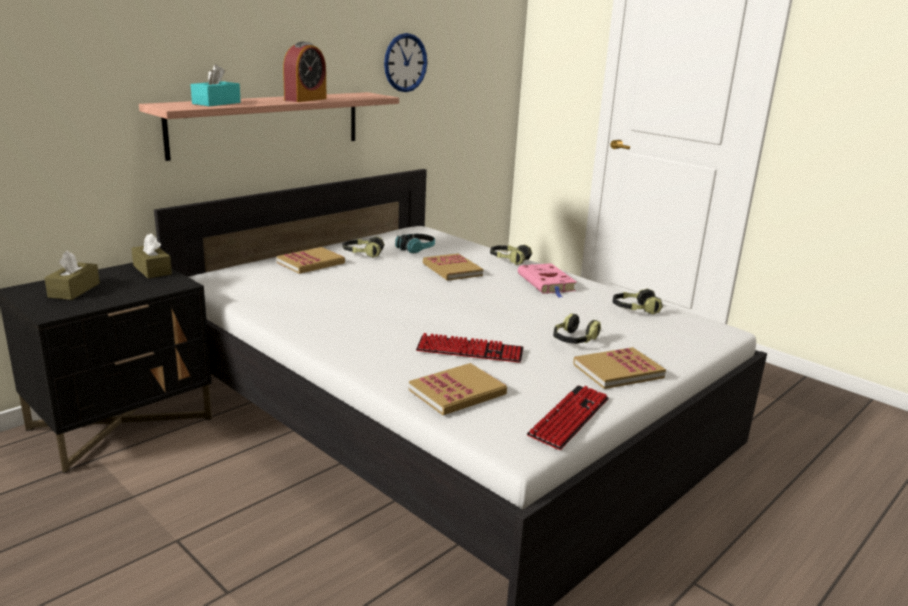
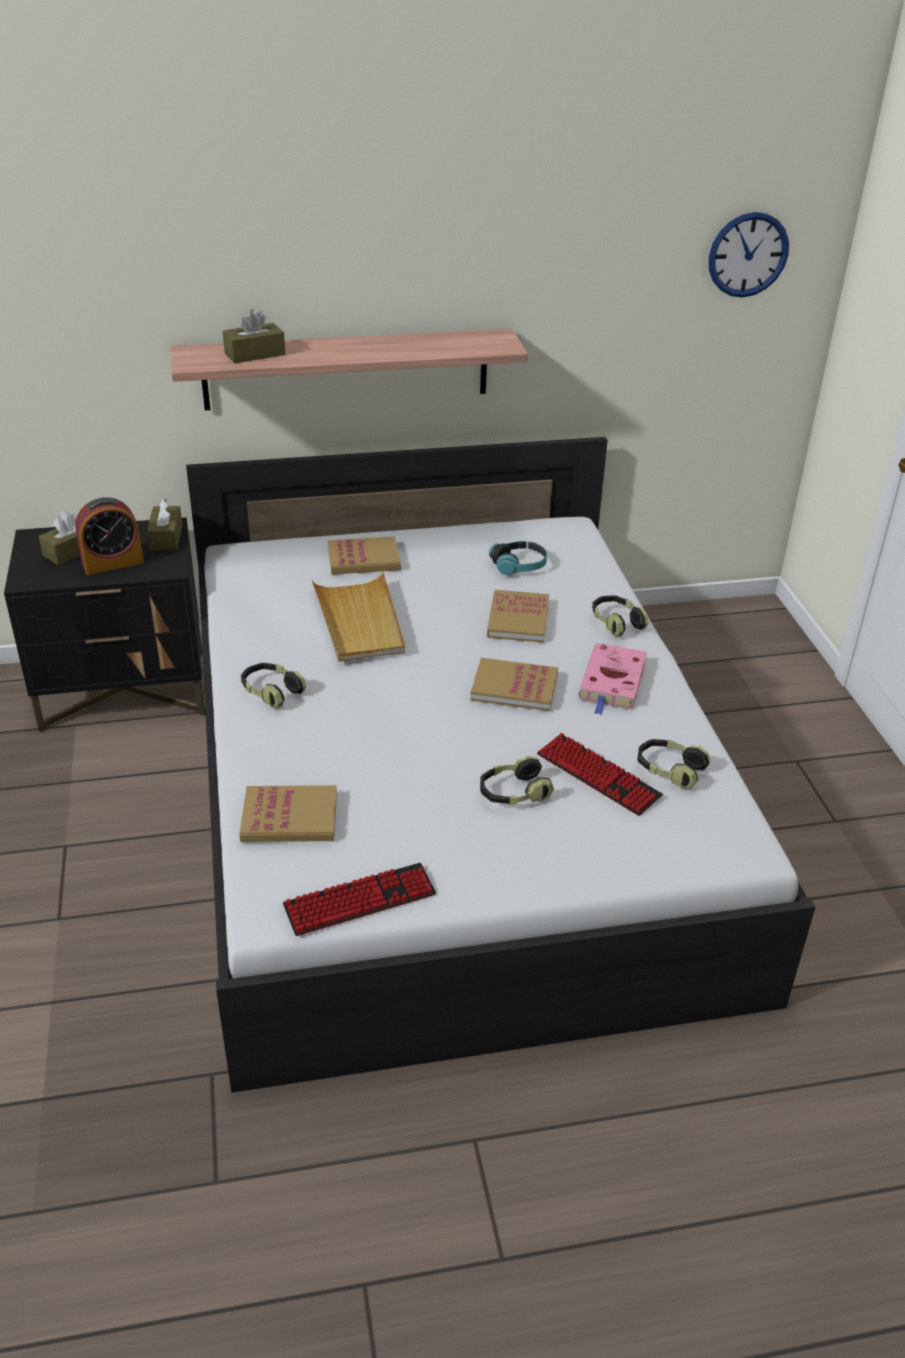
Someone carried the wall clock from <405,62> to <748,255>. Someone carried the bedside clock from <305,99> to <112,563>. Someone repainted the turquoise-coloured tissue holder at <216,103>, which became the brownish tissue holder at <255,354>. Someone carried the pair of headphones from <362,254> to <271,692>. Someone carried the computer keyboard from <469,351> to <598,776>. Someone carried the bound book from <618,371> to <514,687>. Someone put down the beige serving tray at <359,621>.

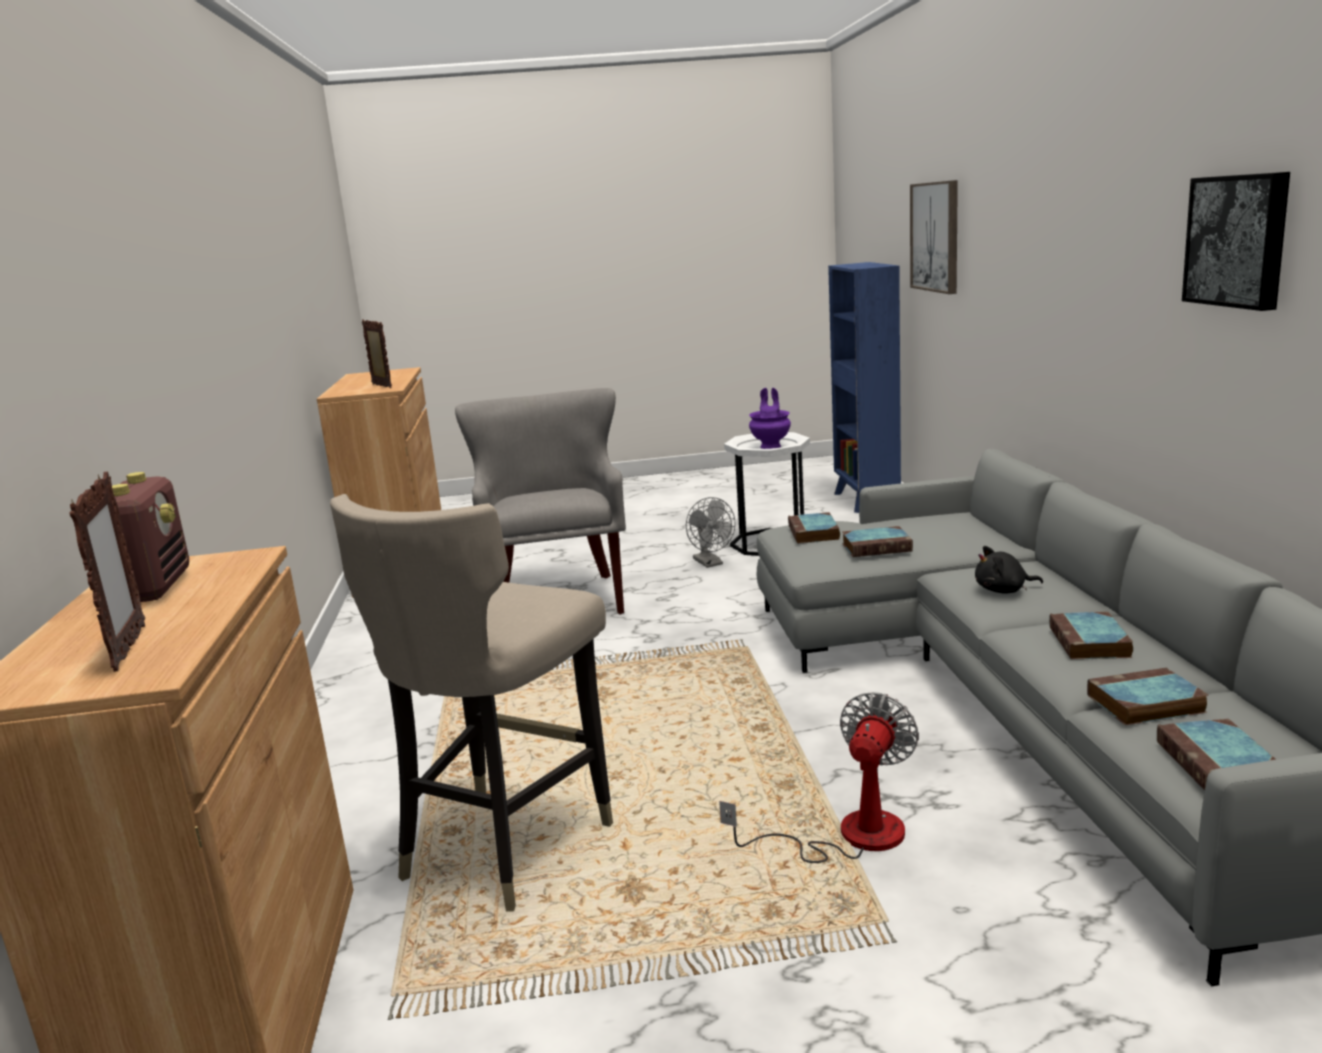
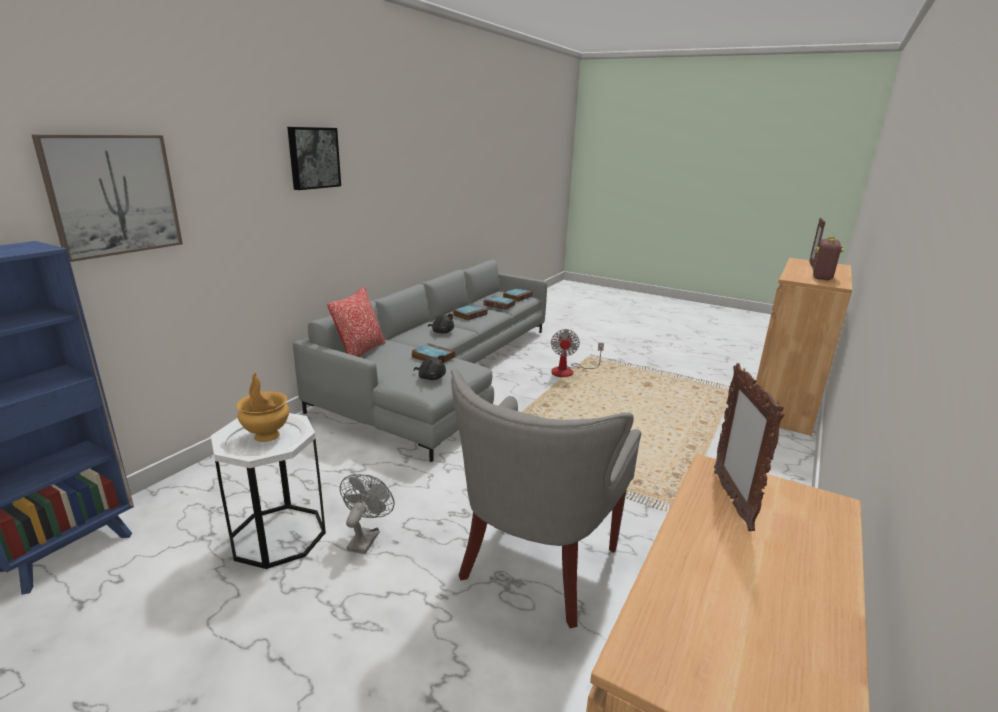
Someone carried the wall picture from <1239,240> to <313,158>. Someone repainted the purplish vase at <771,446>, which became the brownish vase at <266,435>. Someone took away the beige sitting stool at <504,845>. Someone swapped the bound book at <814,533> for the black-coloured plush toy at <431,377>. Someone rotated the cooling fan at <848,836> by 60 degrees counterclockwise. Someone put down the cushion at <360,352>.

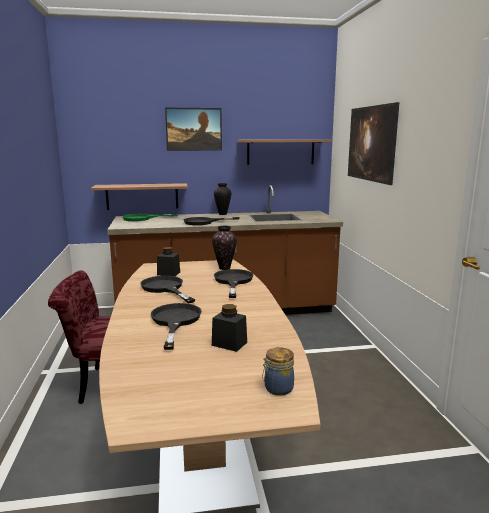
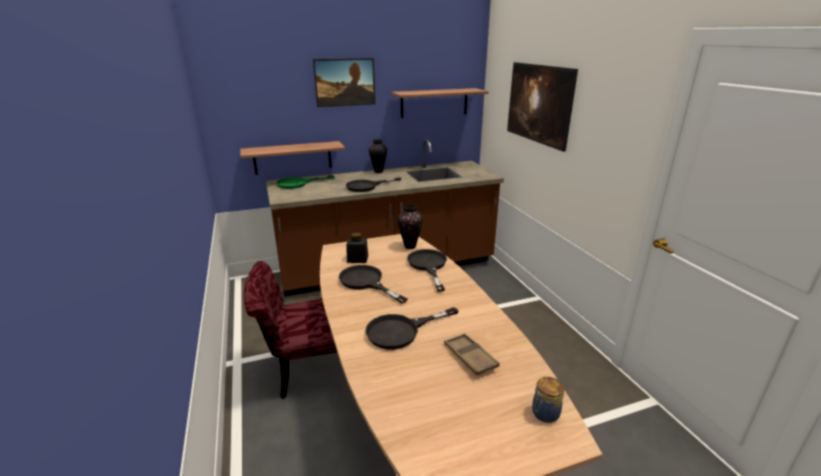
Someone rotated the black-coloured pan at <175,321> by 105 degrees counterclockwise. Someone swapped the black-coloured preserve jar at <229,344> for the brownish serving tray at <470,357>.

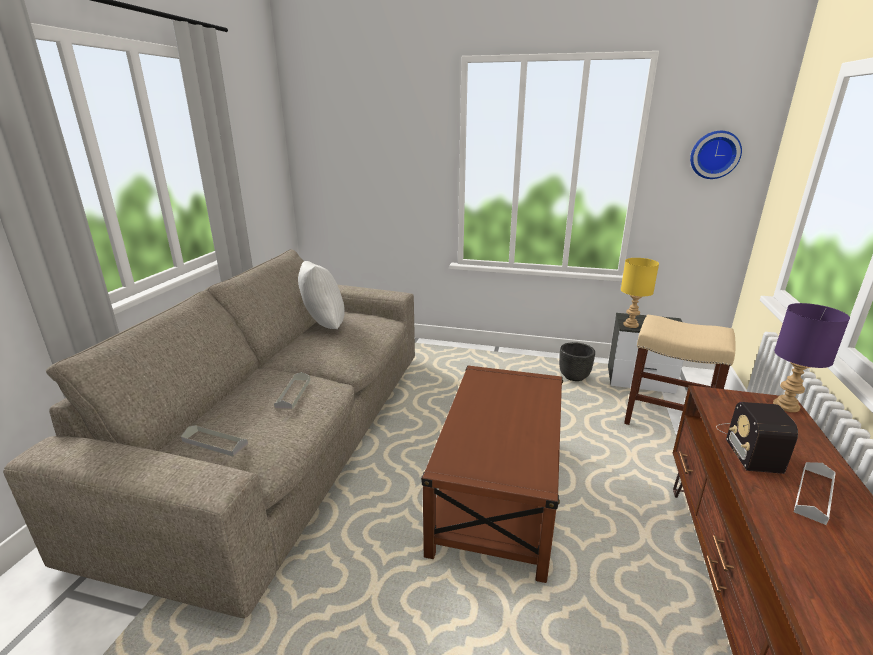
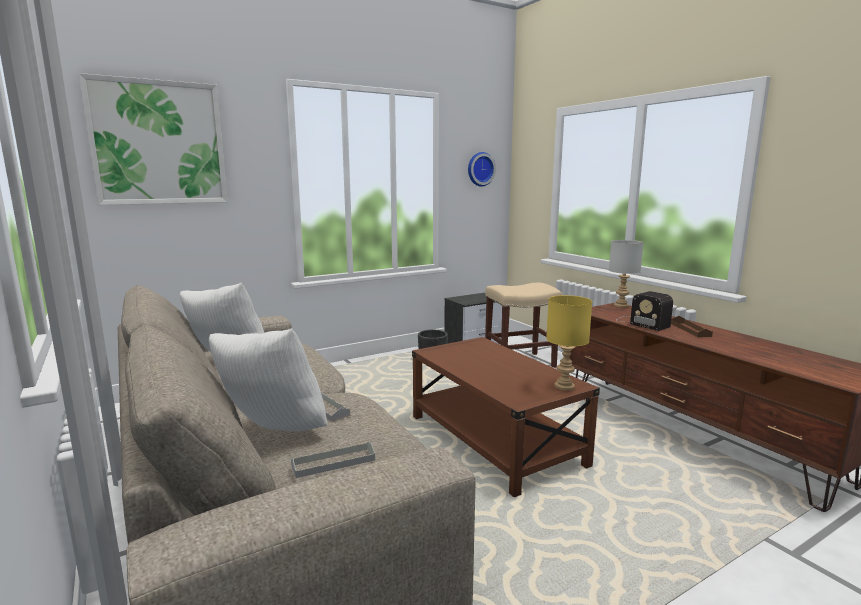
Someone carried the yellow tabletop lamp from <630,325> to <563,386>. Someone repainted the purplish tabletop lamp at <787,406>, which became the grey tabletop lamp at <621,305>. Someone repainted the whitish serving tray at <814,494>, which became the brownish serving tray at <690,329>. Someone put up the wall picture at <158,143>. Someone put down the whitish cushion at <272,433>.

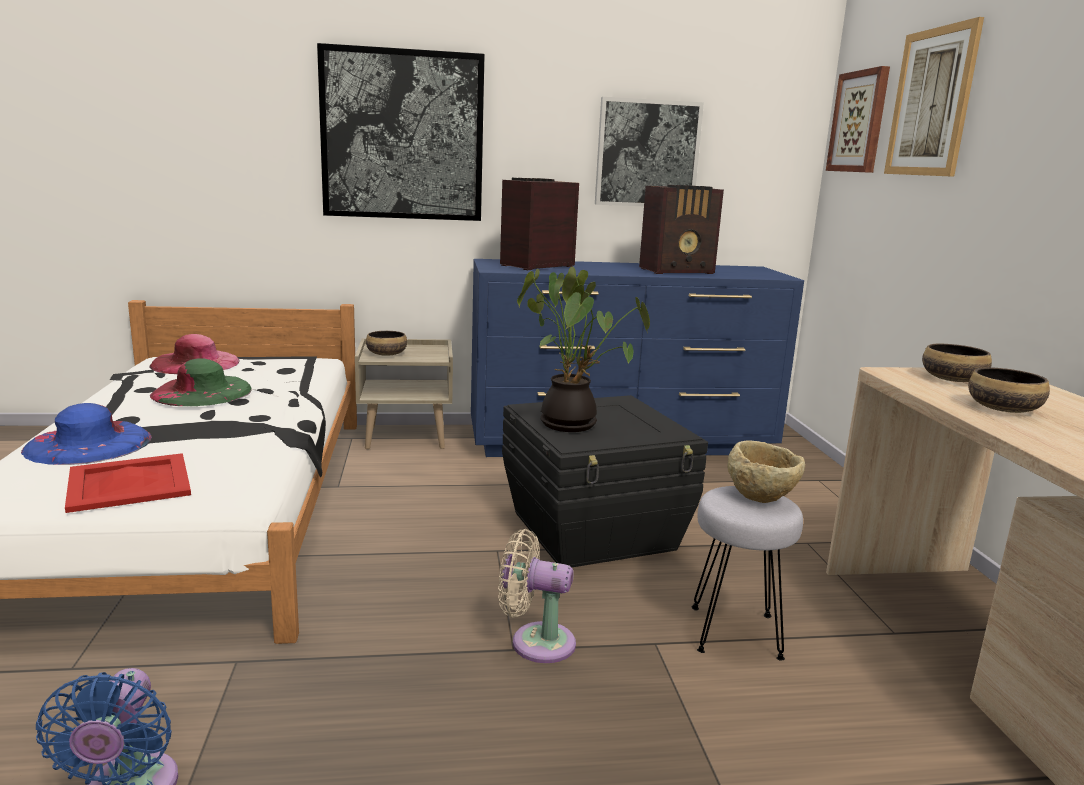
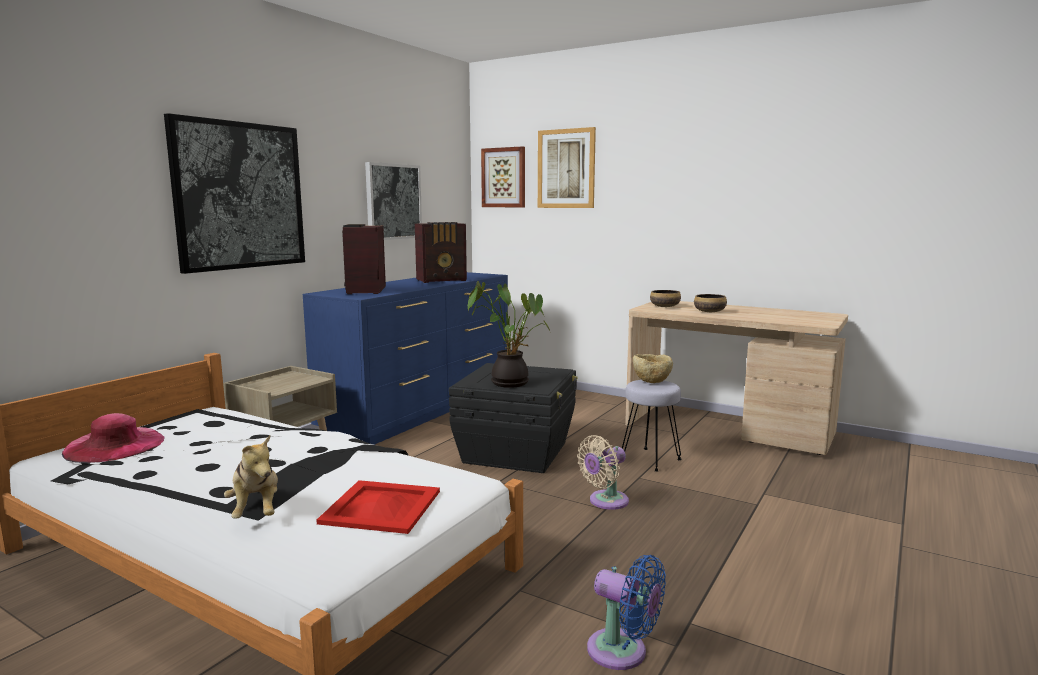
Someone rotated the radio set at <678,271> by 45 degrees clockwise. Someone took away the serving bowl at <386,354>. Someone took away the greenish clothing hat at <202,392>. Someone swapped the bluish clothing hat at <88,443> for the plush toy at <256,511>.

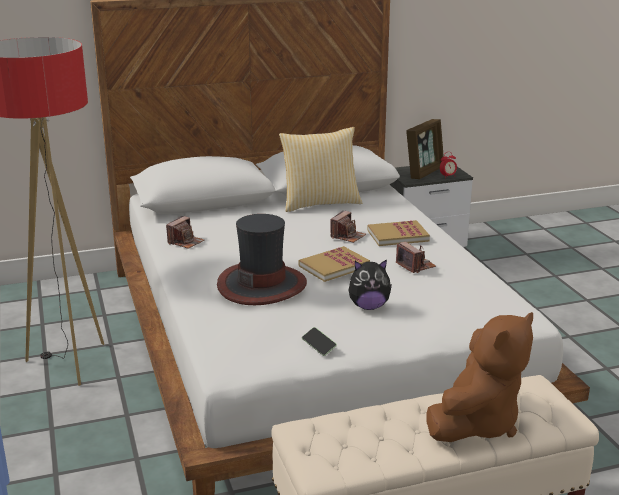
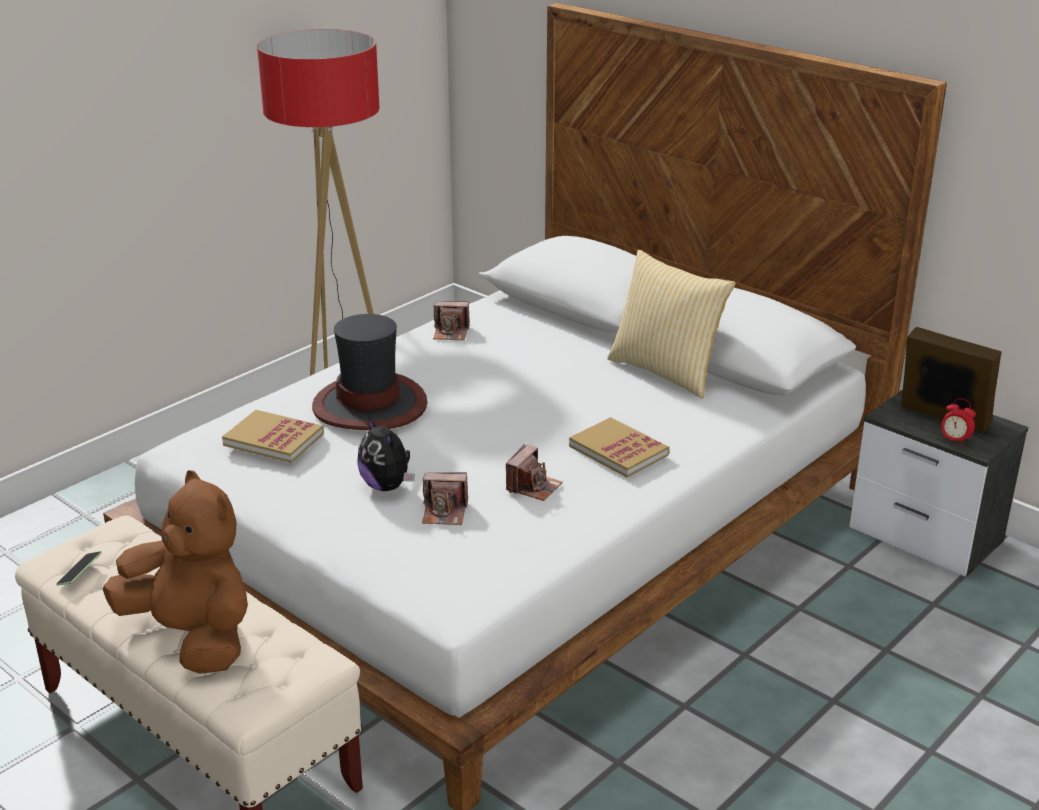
Someone rotated the picture frame at <424,172> by 150 degrees counterclockwise. Someone carried the photo camera from <347,236> to <445,512>. Someone carried the bound book from <334,266> to <273,439>. Someone rotated the brownish plush toy at <476,423> by 150 degrees counterclockwise. Someone carried the handset from <319,346> to <80,574>.

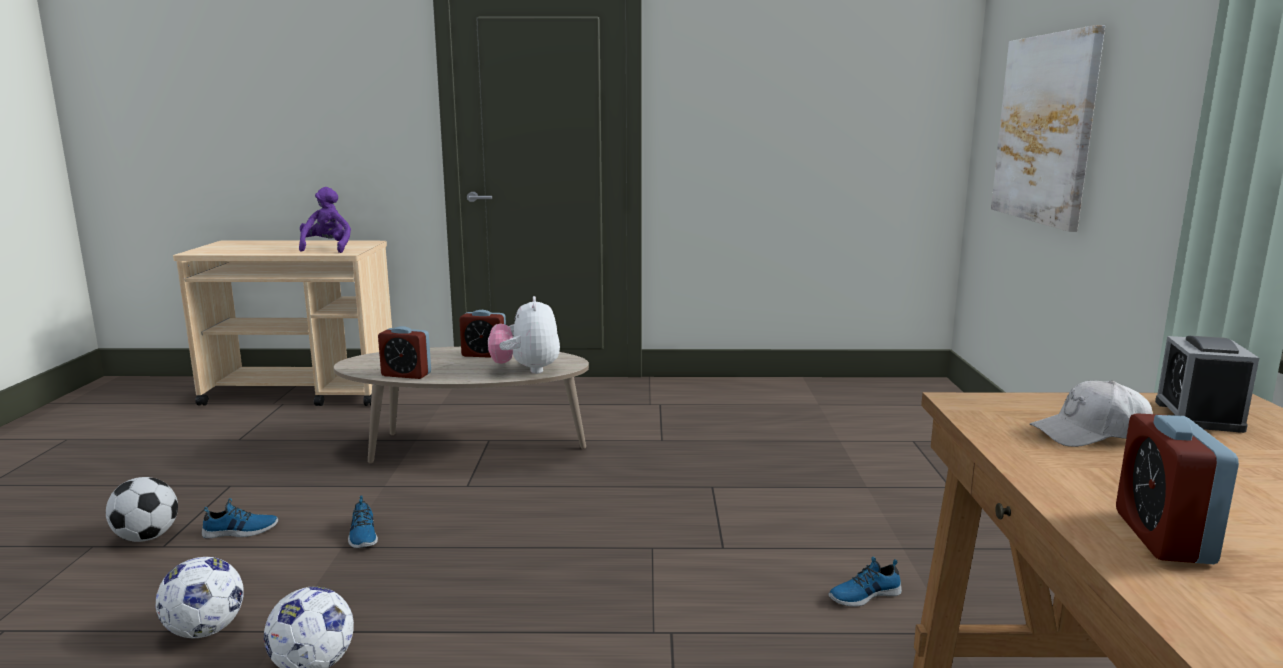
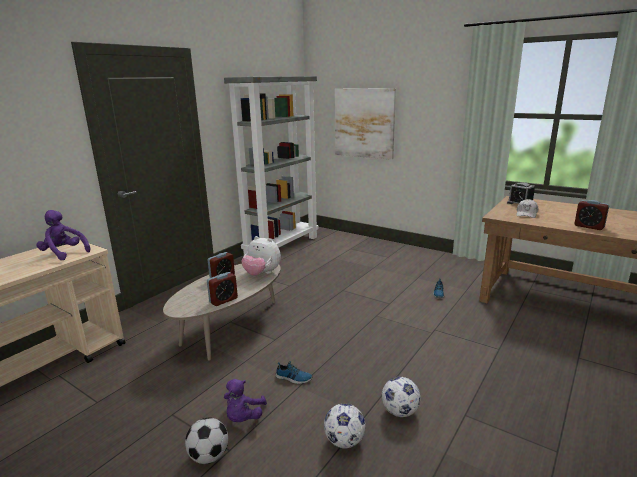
Someone swapped the item of footwear at <240,531> for the purplish plush toy at <243,417>. Someone put down the grey shelving unit at <282,246>.

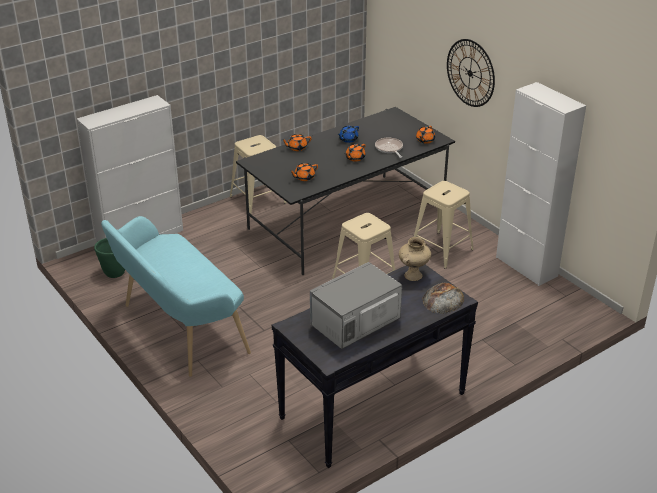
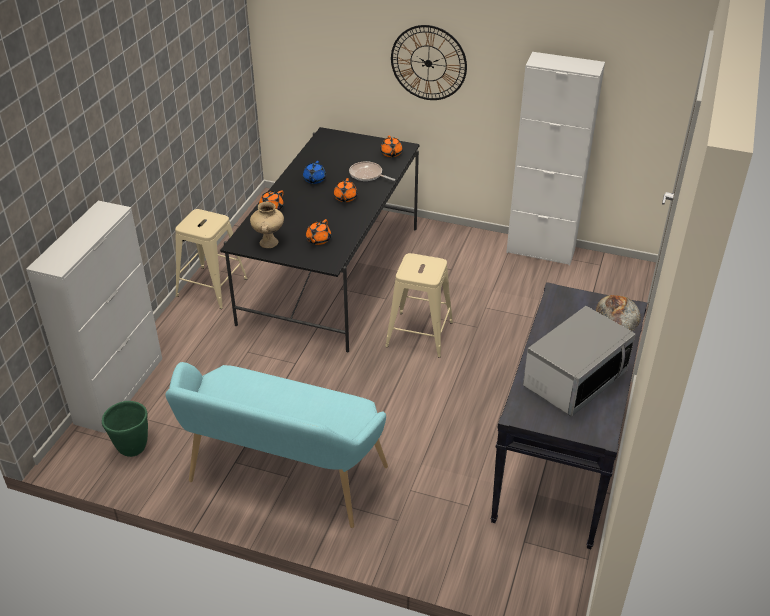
Someone took away the beige sitting stool at <441,249>. Someone carried the beige vase from <413,276> to <269,243>. Someone rotated the microwave oven at <355,323> by 150 degrees counterclockwise.

